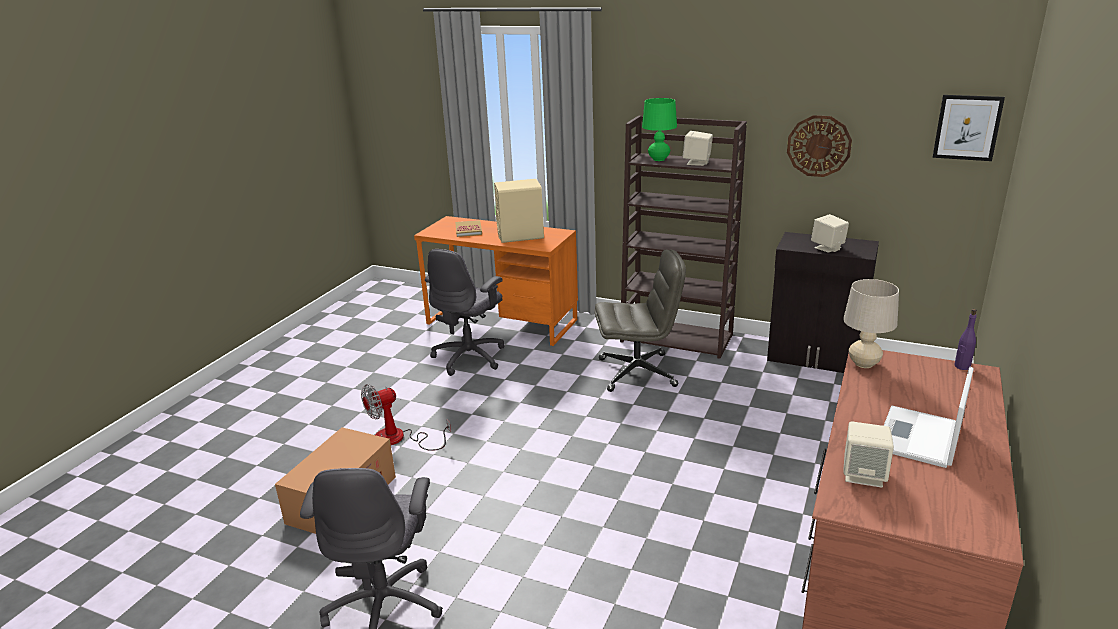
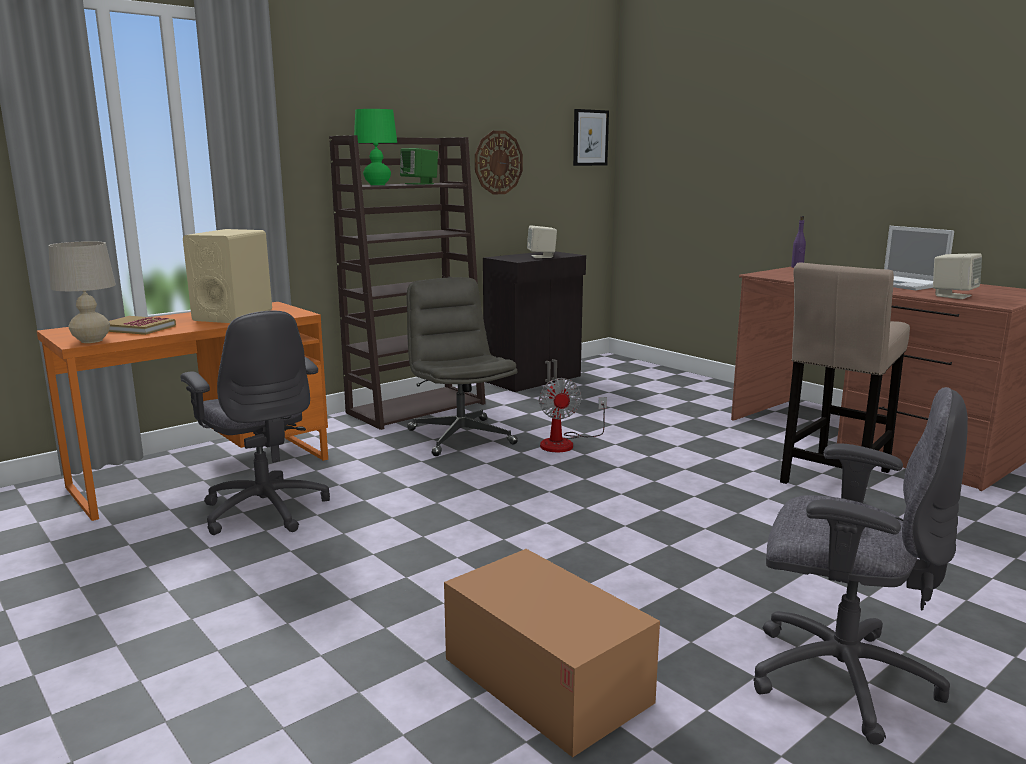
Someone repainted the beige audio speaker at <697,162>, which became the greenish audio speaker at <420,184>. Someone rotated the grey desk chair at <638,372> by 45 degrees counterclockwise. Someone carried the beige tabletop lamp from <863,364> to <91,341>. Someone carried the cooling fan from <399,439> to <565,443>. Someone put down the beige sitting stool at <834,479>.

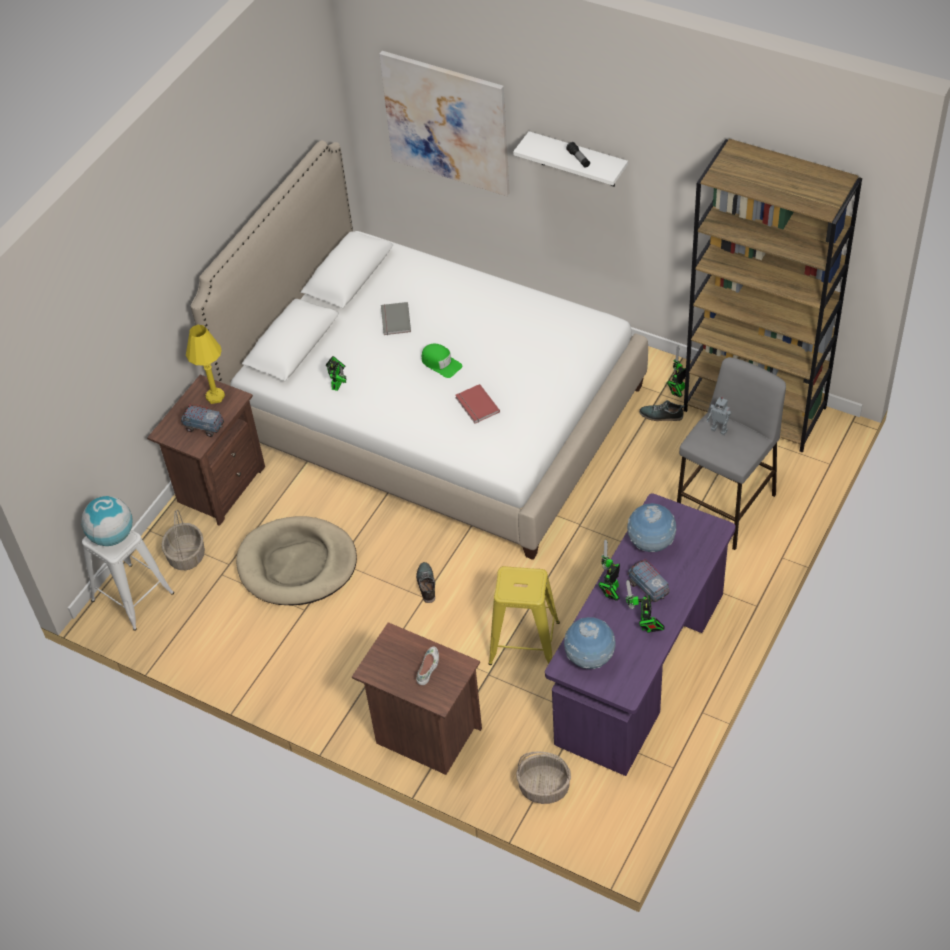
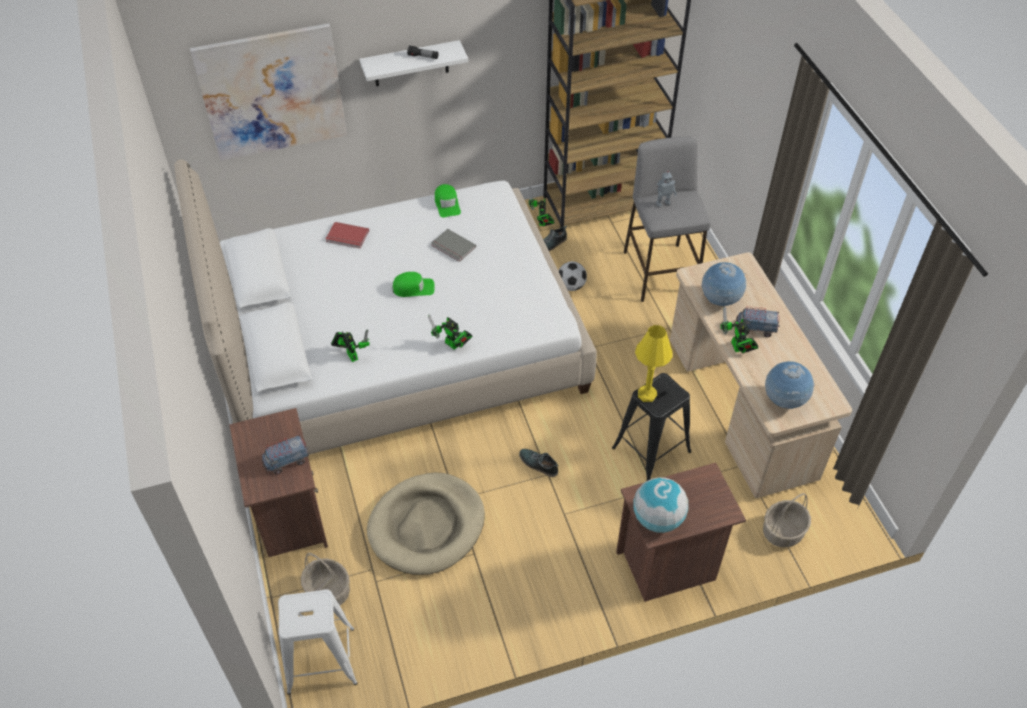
Someone carried the grey bound book from <394,320> to <452,247>. Someone carried the yellow tabletop lamp from <215,397> to <647,394>. Someone carried the red-coloured bound book from <476,405> to <347,237>. Someone repainted the purplish desk table at <641,670>, which became the beige desk table at <740,408>. Someone carried the desk globe from <112,536> to <657,519>. Someone repainted the yellow sitting stool at <524,643>, which became the black-coloured sitting stool at <651,450>. Someone carried the robot figure from <645,626> to <453,345>. Someone took away the whitish item of footwear at <428,668>. Someone put down the greenish cap at <447,204>. Someone put down the ball for football at <571,286>.

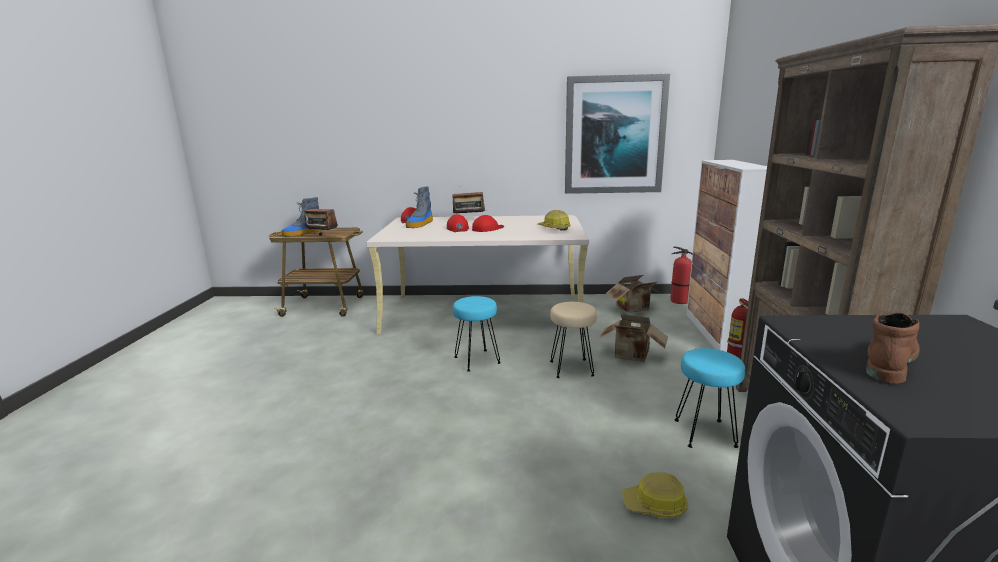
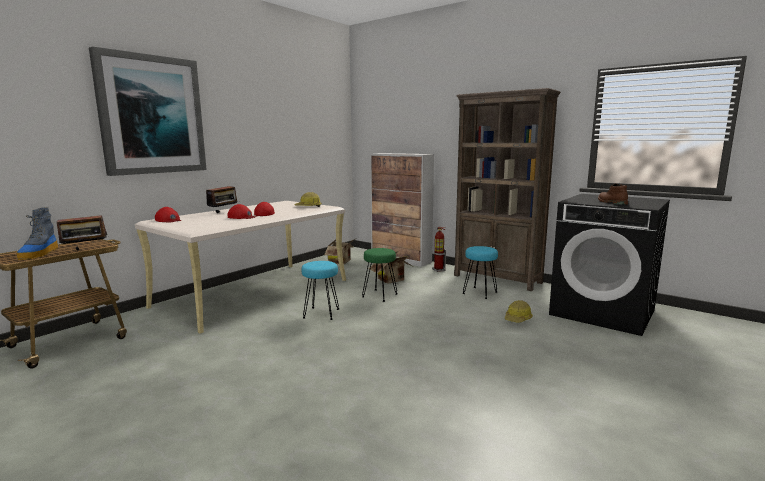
Someone carried the wall picture from <614,135> to <151,115>. Someone took away the boot at <420,224>. Someone took away the fire-fighting cylinder at <679,301>. Someone repainted the beige sitting stool at <572,368>, which became the greenish sitting stool at <380,295>.

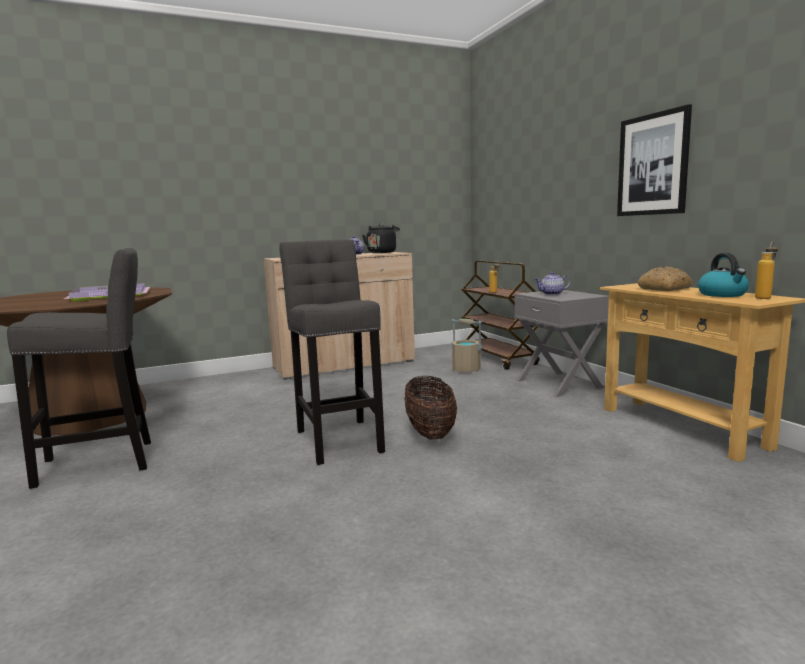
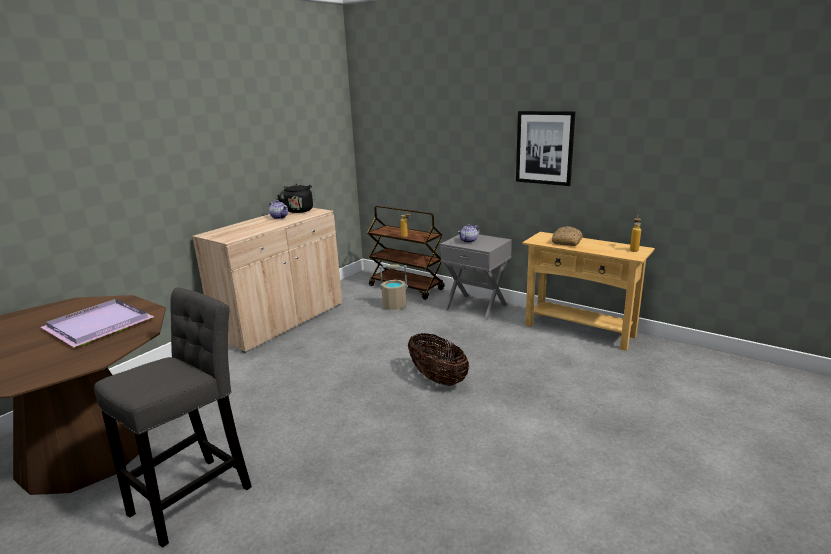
Someone took away the grey sitting stool at <339,438>. Someone took away the tea kettle at <723,294>.

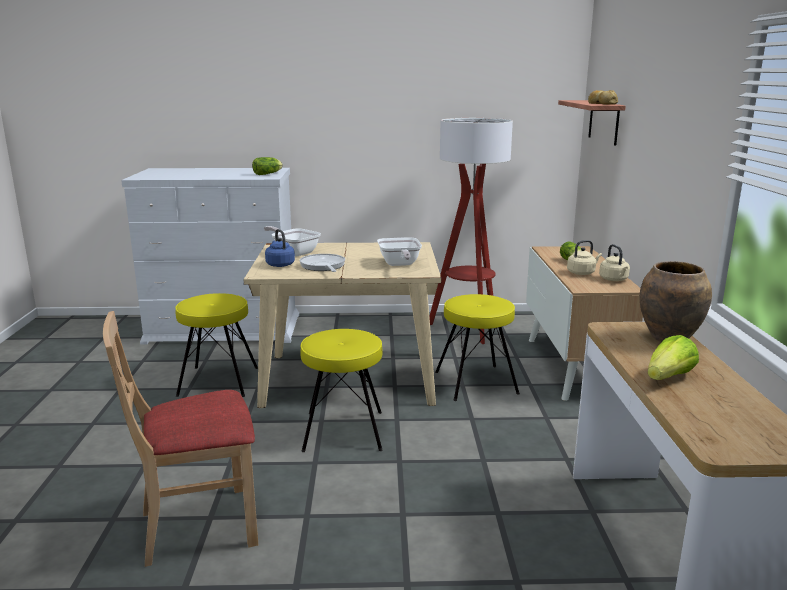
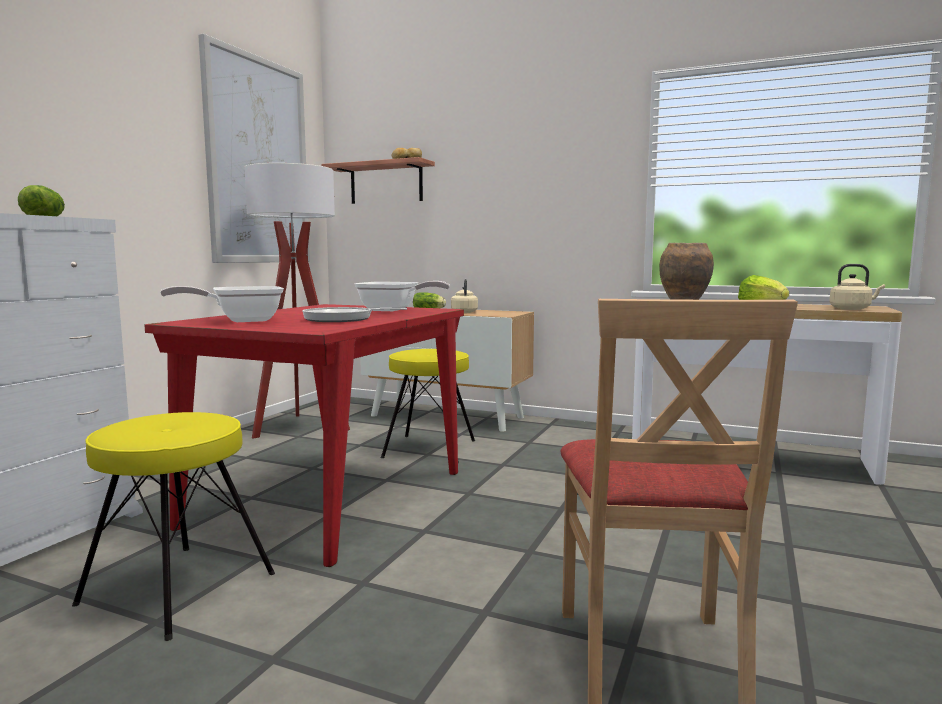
Someone took away the bluish tea kettle at <279,264>. Someone repainted the beige dinner table at <347,379>, which became the red-coloured dinner table at <329,498>. Someone carried the beige tea kettle from <614,279> to <852,309>. Someone took away the yellow sitting stool at <343,431>. Someone put up the wall picture at <258,161>.

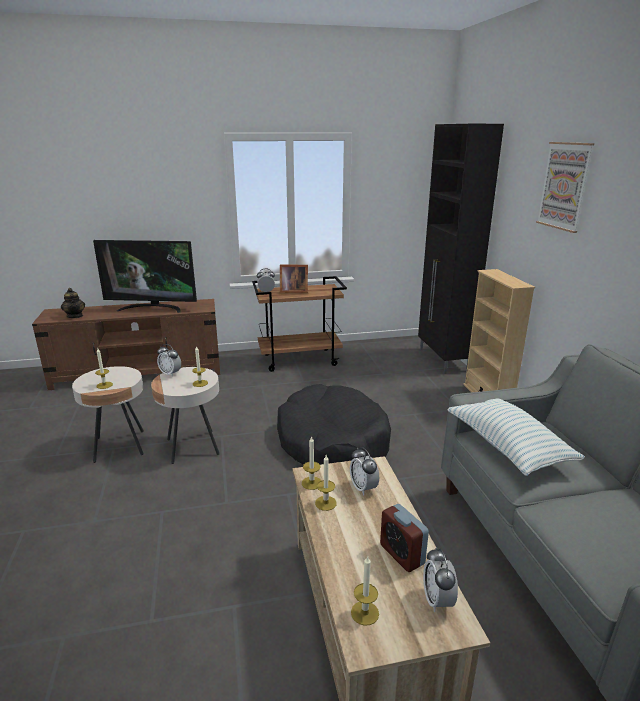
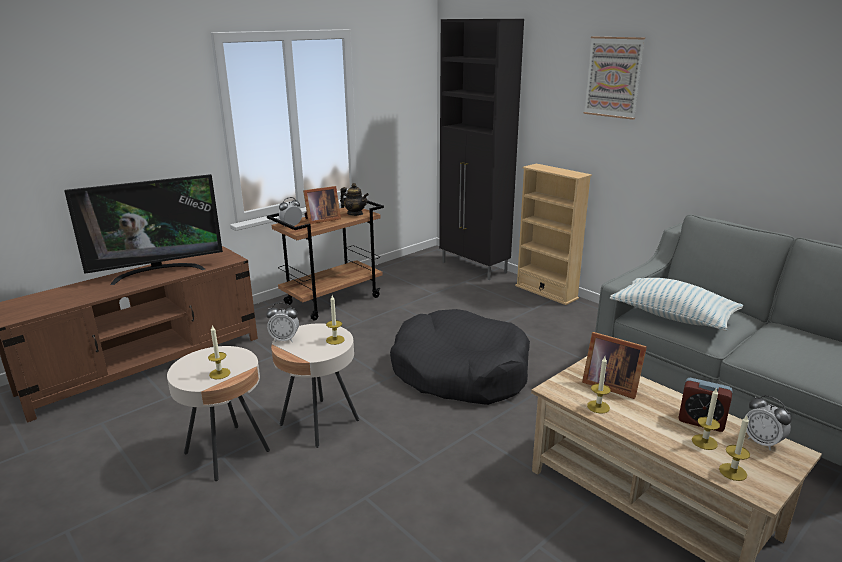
Someone carried the teapot from <75,316> to <355,214>. Someone carried the candle from <311,483> to <704,442>. Someone swapped the bedside clock at <363,488> for the picture frame at <609,384>.

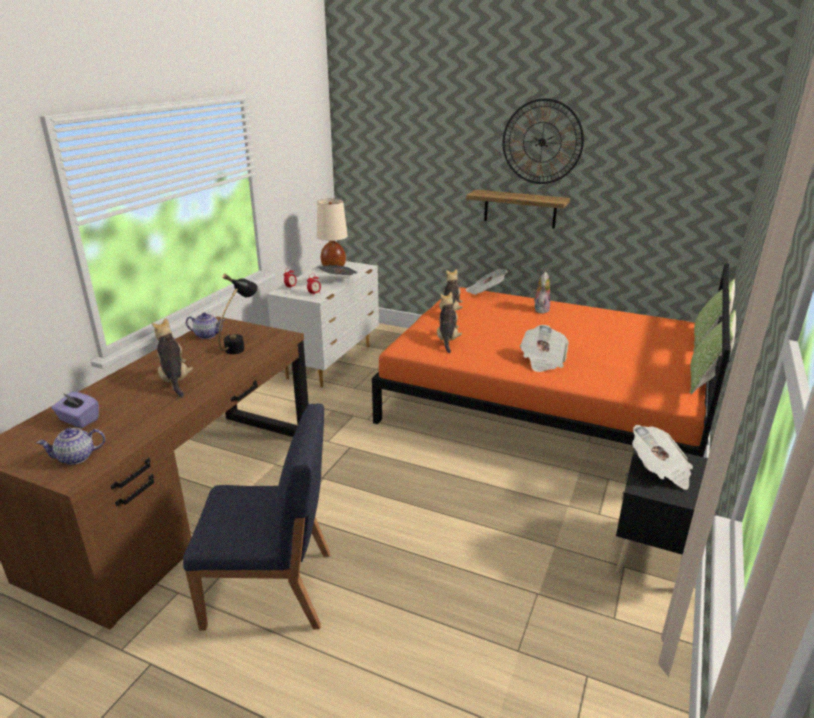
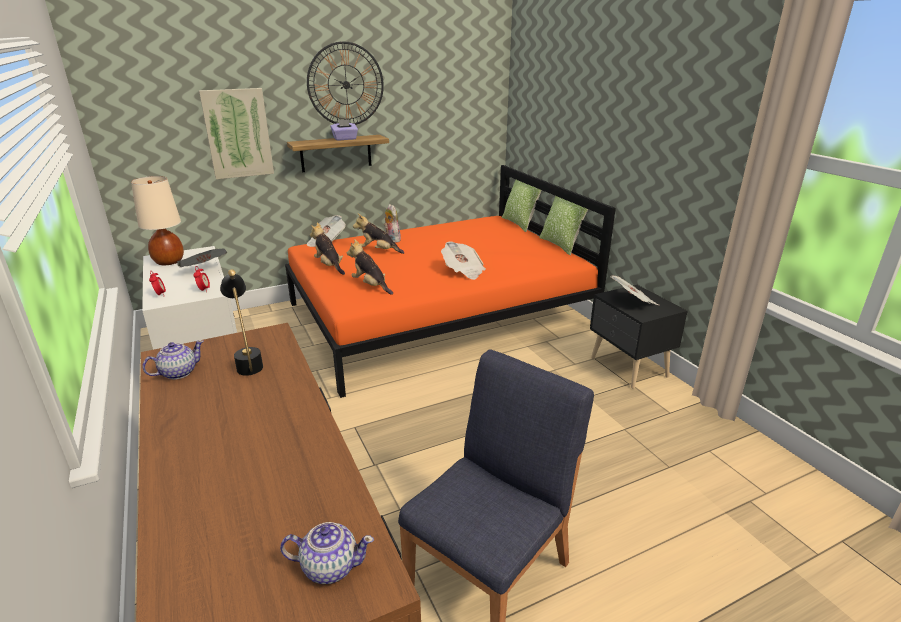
Someone carried the plush toy from <175,379> to <378,251>. Someone carried the purplish tissue holder from <78,420> to <345,139>. Someone rotated the teapot at <77,458> by 105 degrees counterclockwise. Someone put up the wall picture at <237,133>.

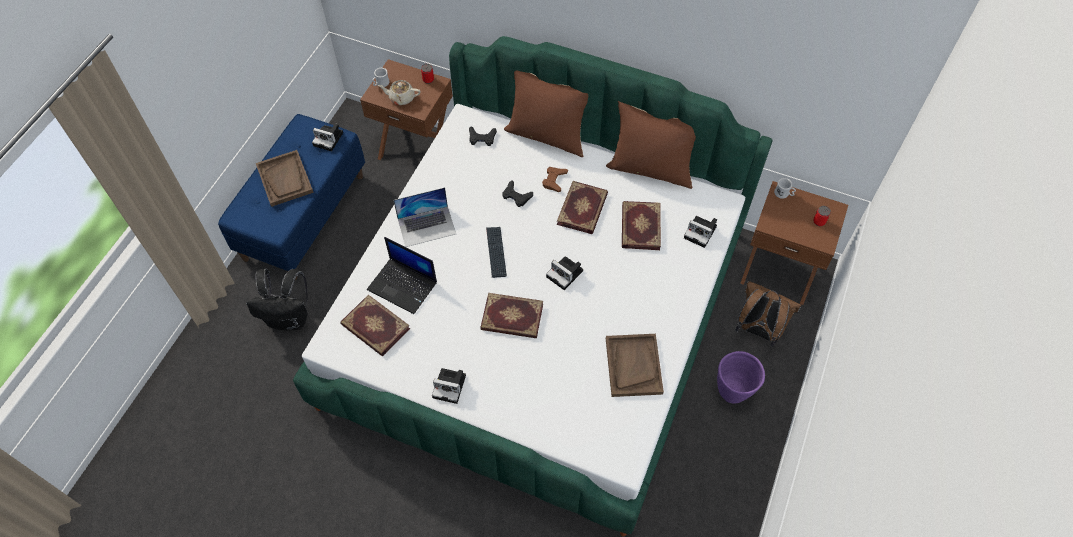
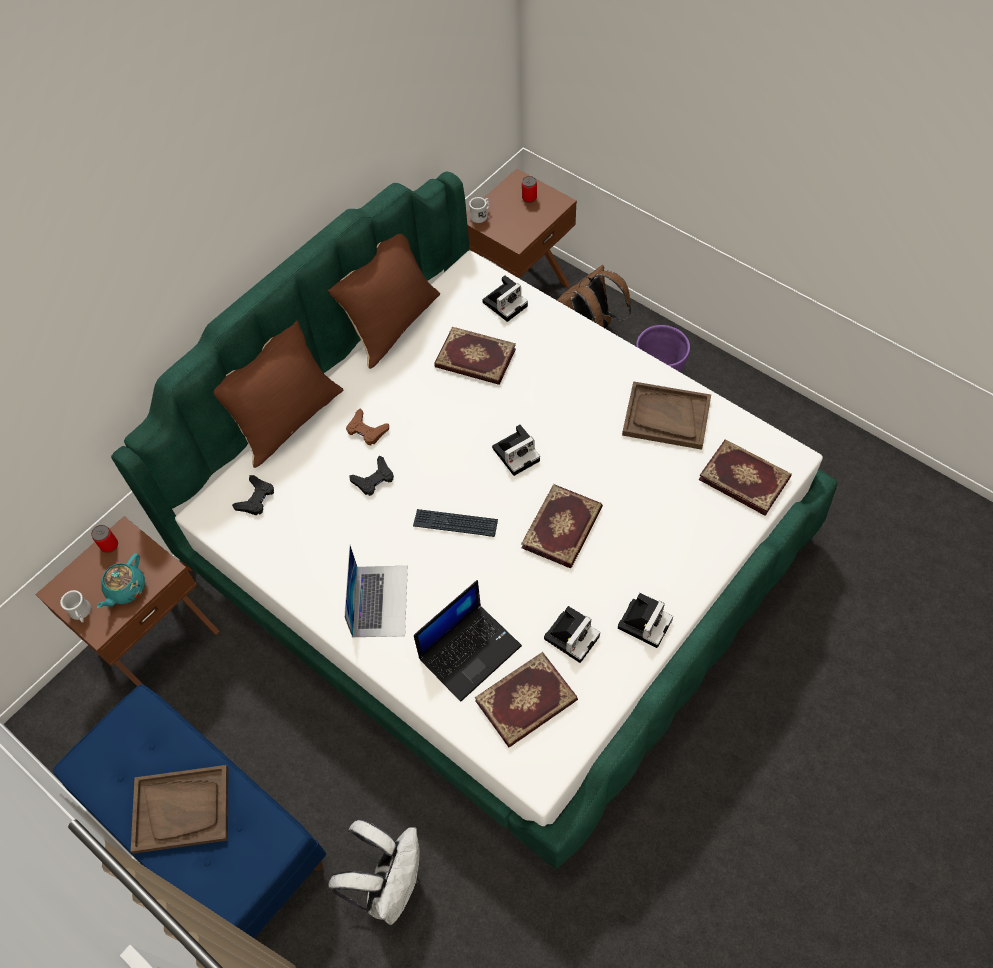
Someone repainted the beige teapot at <401,98>, which became the turquoise-coloured teapot at <126,589>. Someone carried the photo camera from <329,139> to <572,635>. Someone carried the bound book from <583,209> to <745,477>. Someone repainted the black-coloured knapsack at <290,319>, which became the whitish knapsack at <390,884>.

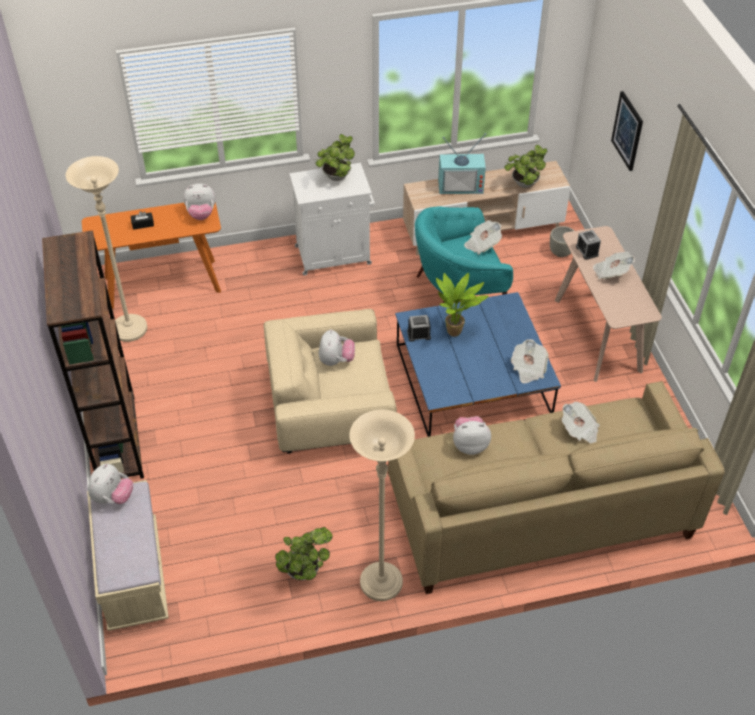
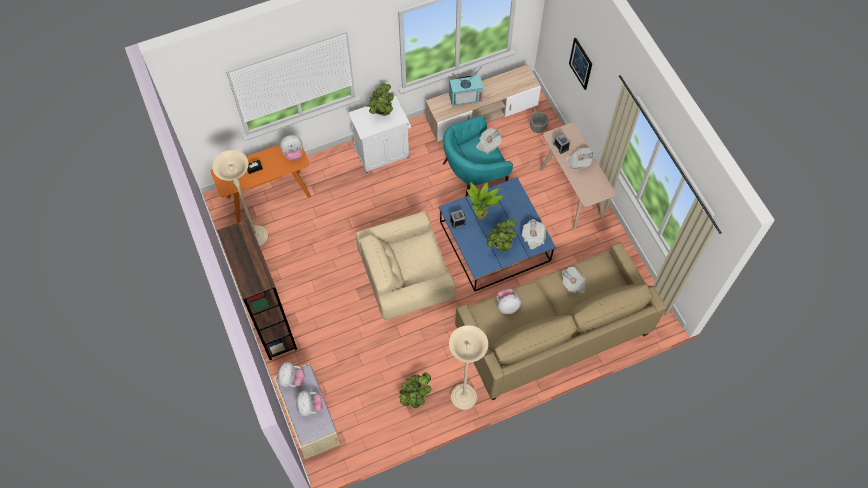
Someone carried the potted plant from <523,184> to <500,244>. Someone carried the plush toy from <336,360> to <310,407>.

